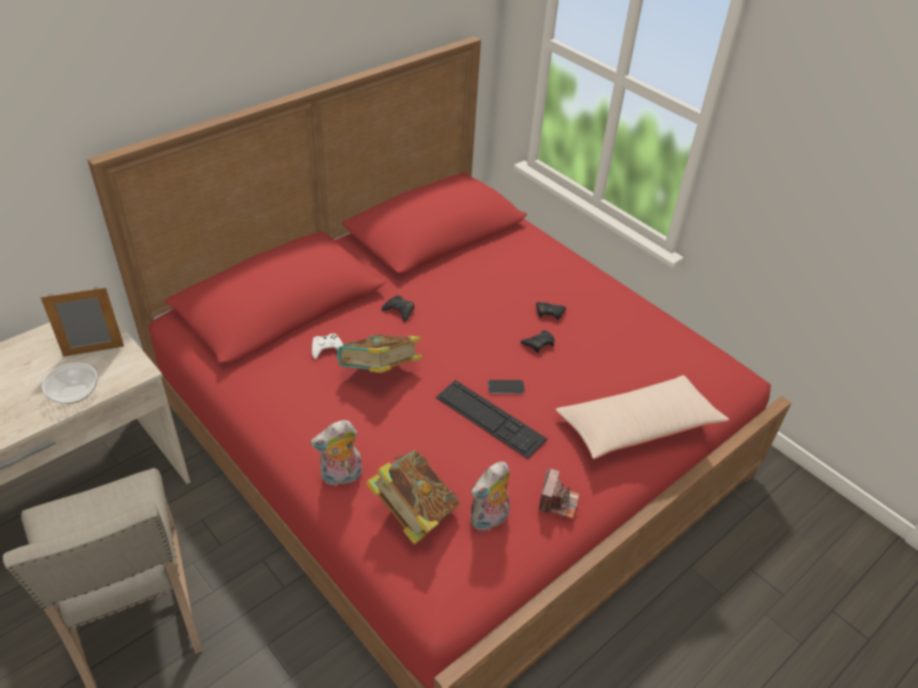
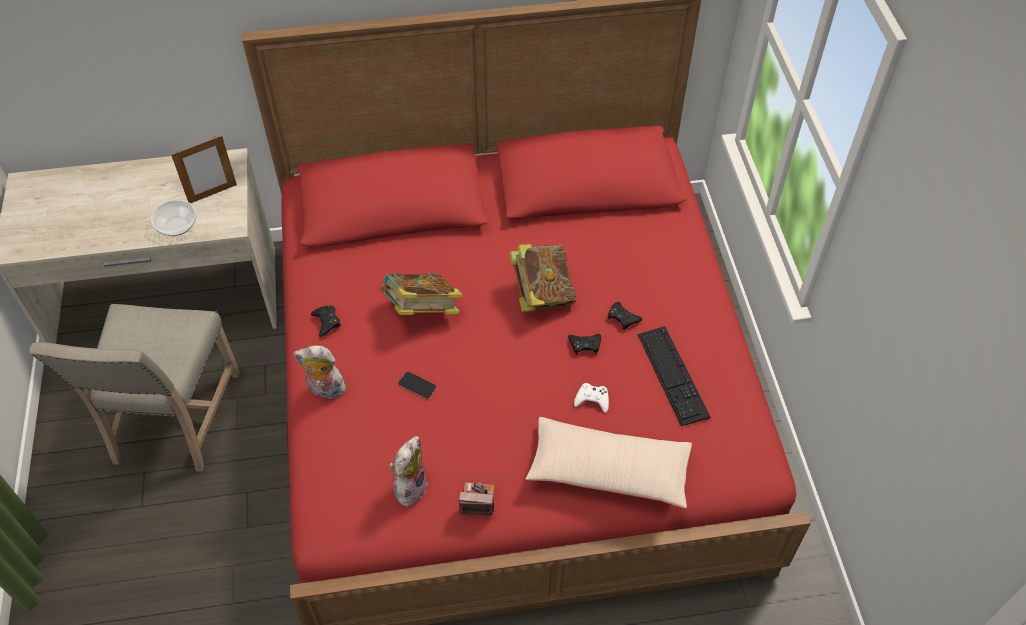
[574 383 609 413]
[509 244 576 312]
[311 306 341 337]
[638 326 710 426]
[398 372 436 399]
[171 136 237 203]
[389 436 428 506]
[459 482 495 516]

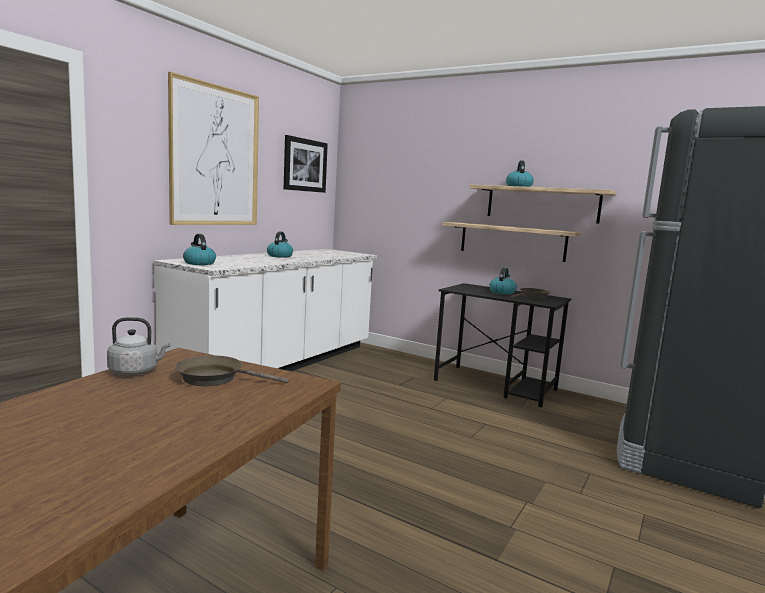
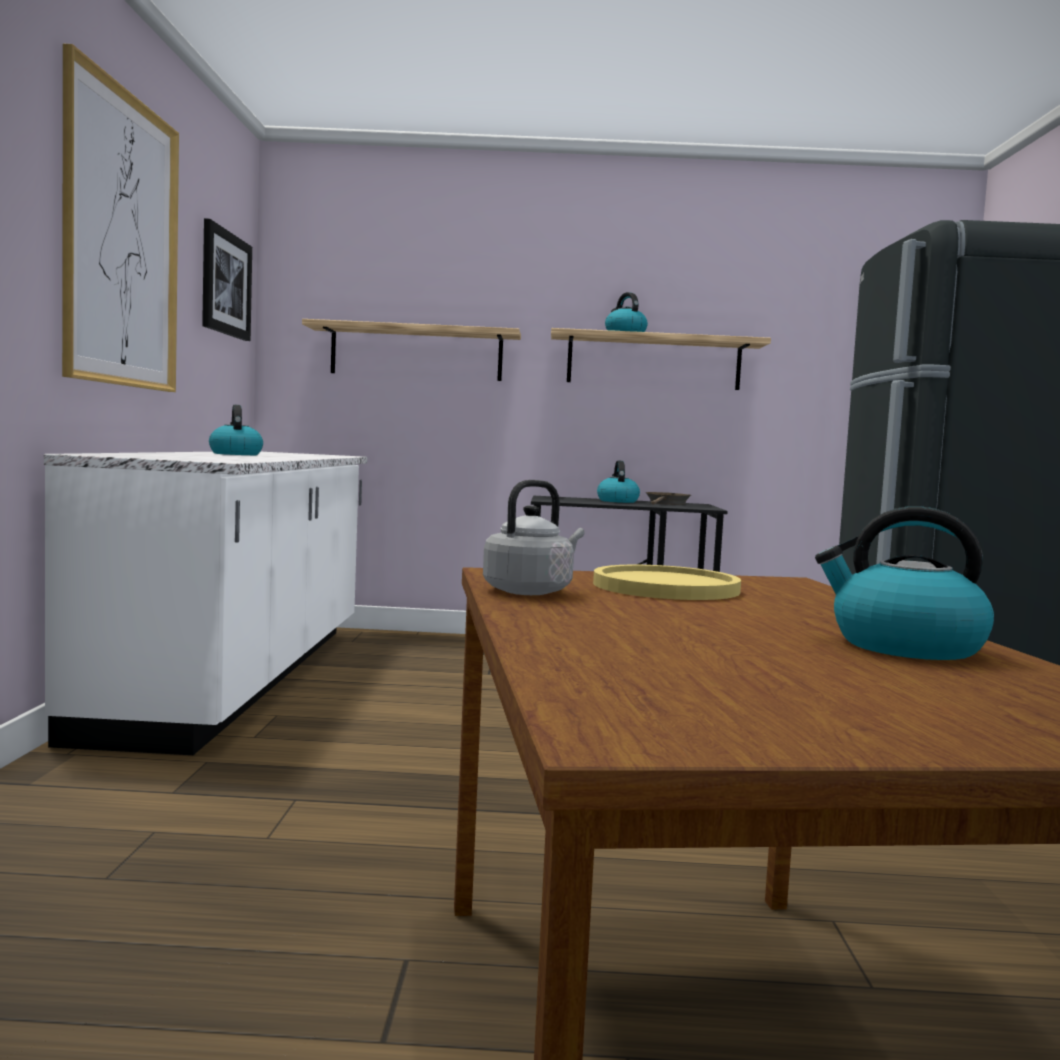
[815 506 994 660]
[302 319 521 381]
[593 565 741 600]

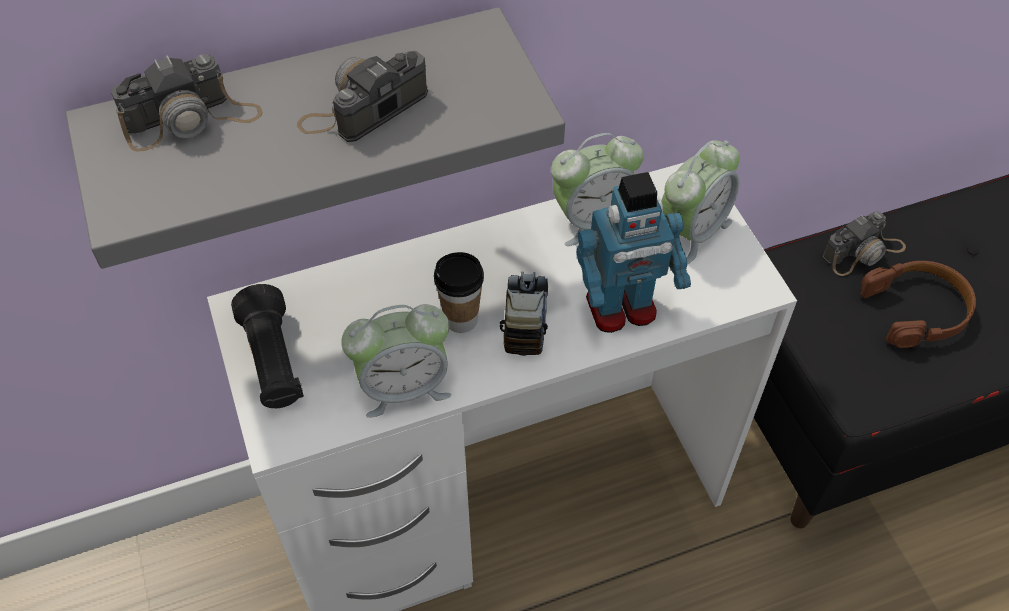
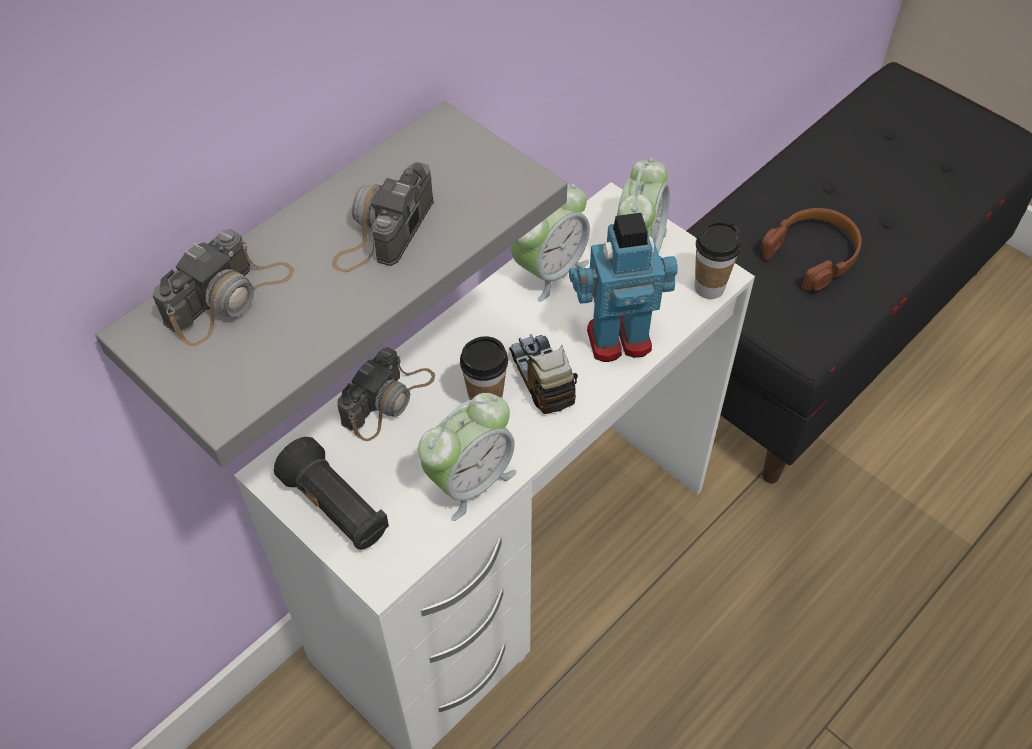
[695 221 741 299]
[337 347 435 441]
[569 213 678 362]

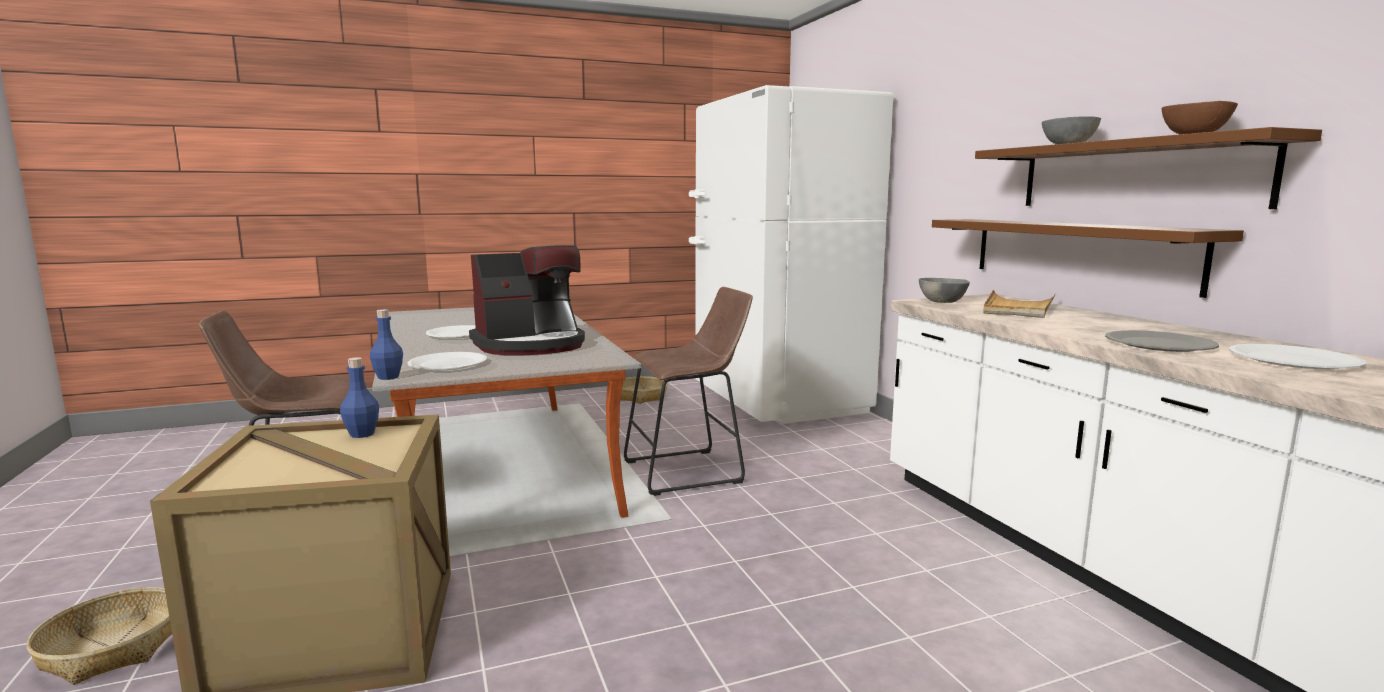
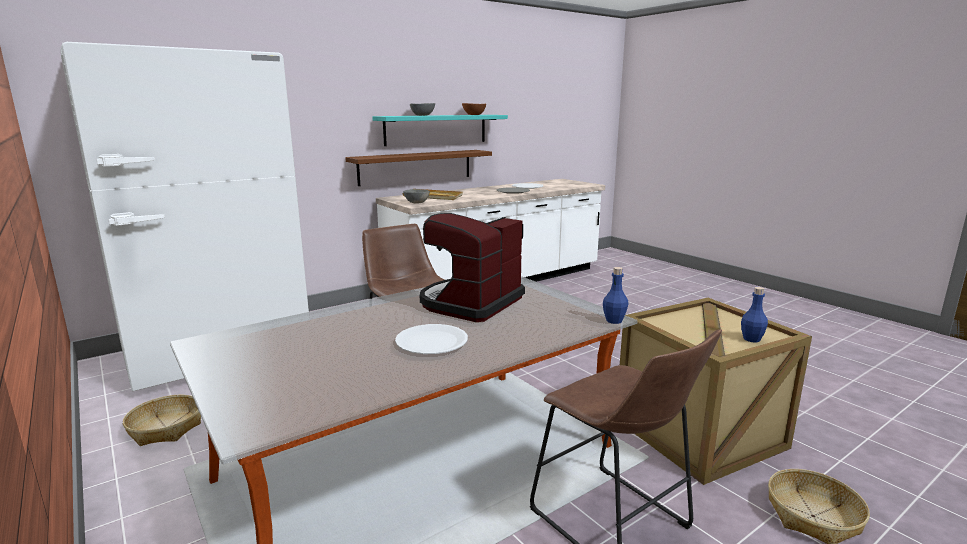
[407 352 487 370] (first image)
[741 287 768 343]
[372 115 508 146]
[420 213 525 322]

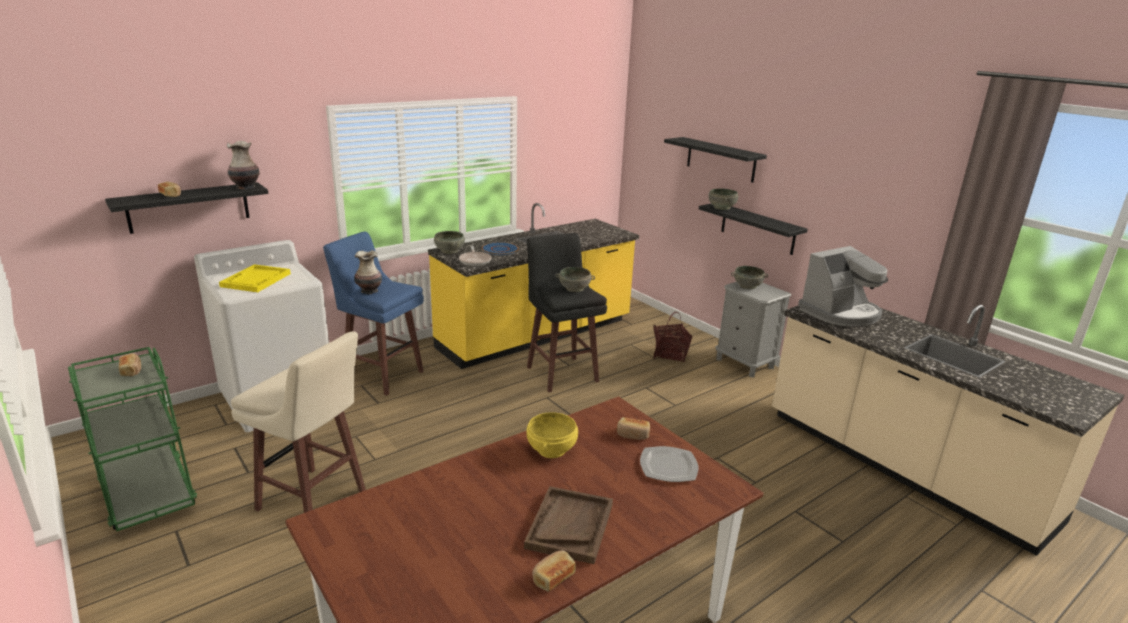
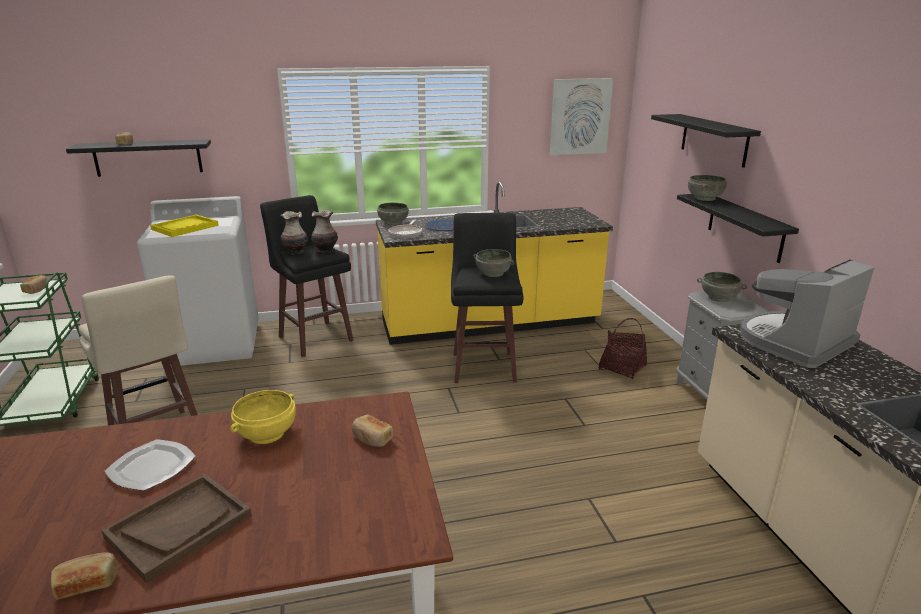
[550 78 613 155]
[311 209 338 253]
[105 439 196 491]
[260 195 354 357]
[740 259 875 368]

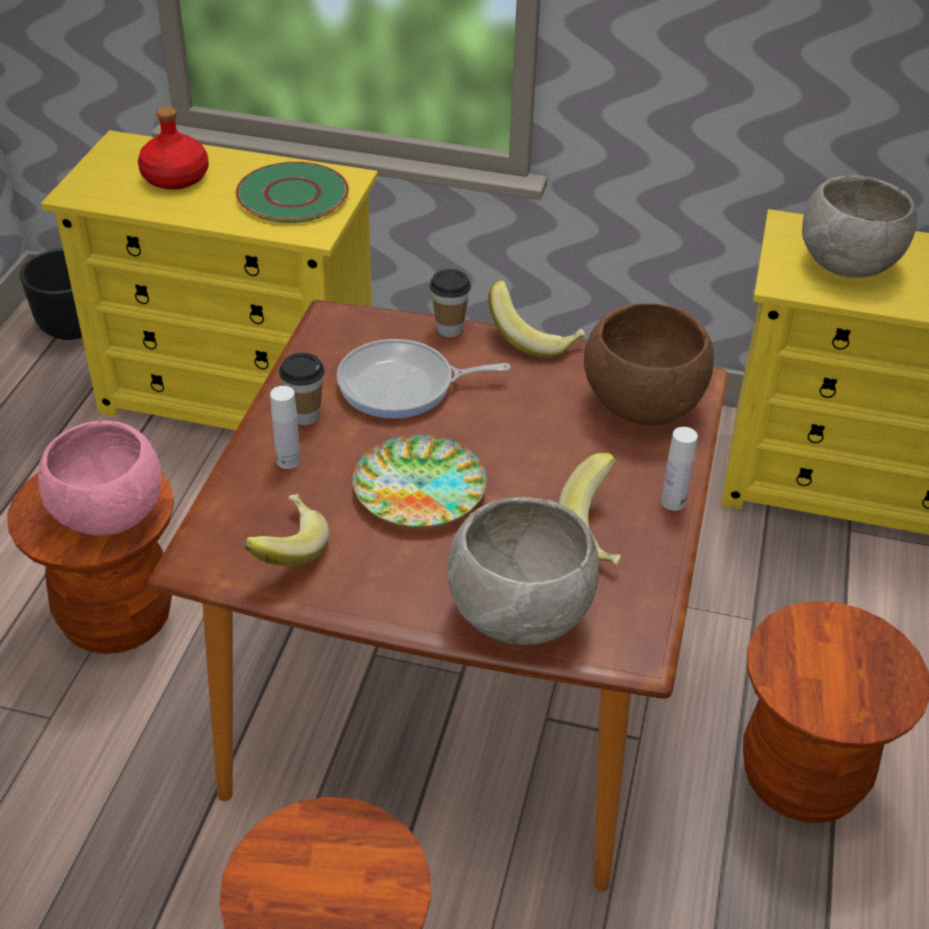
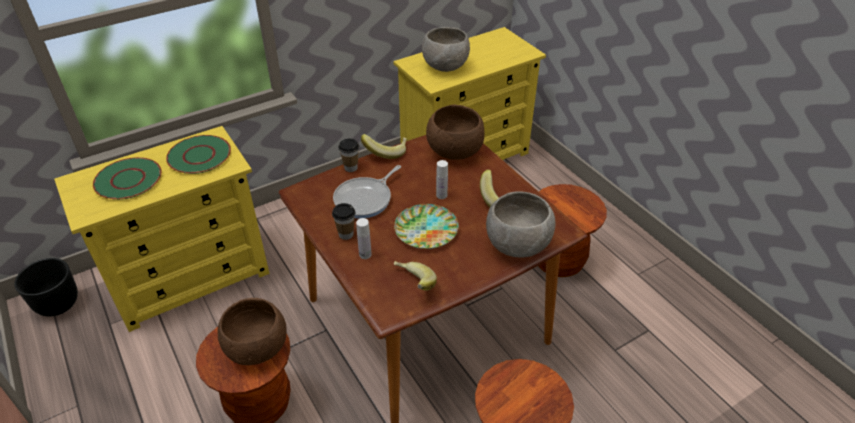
[436 160 448 199]
[93 157 162 200]
[218 298 287 365]

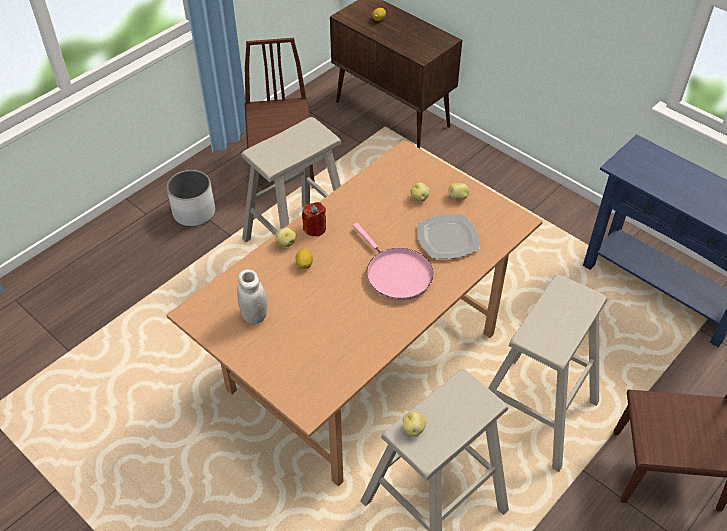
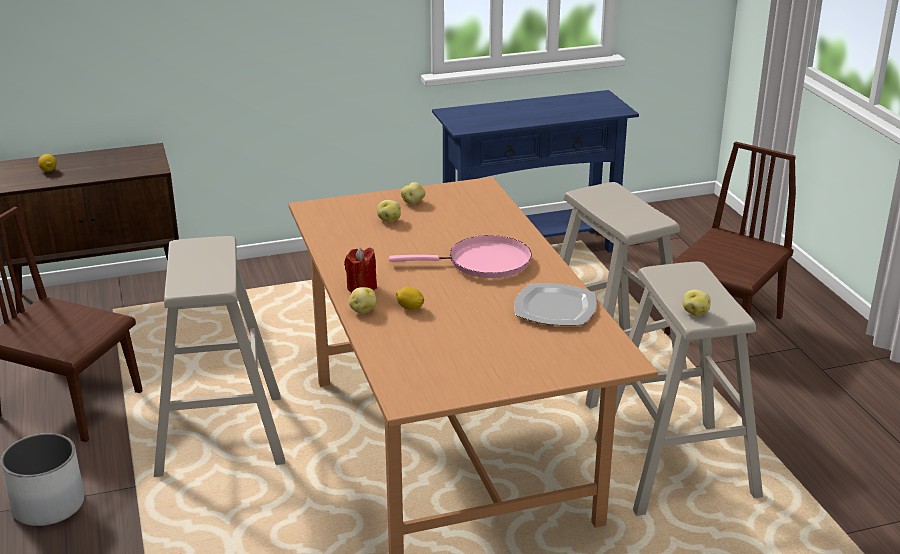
[237 269 267 324] (first image)
[514 283 597 326]

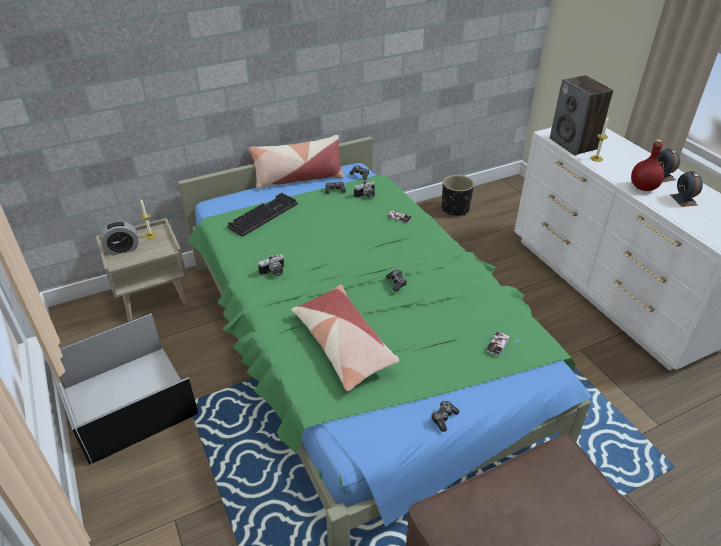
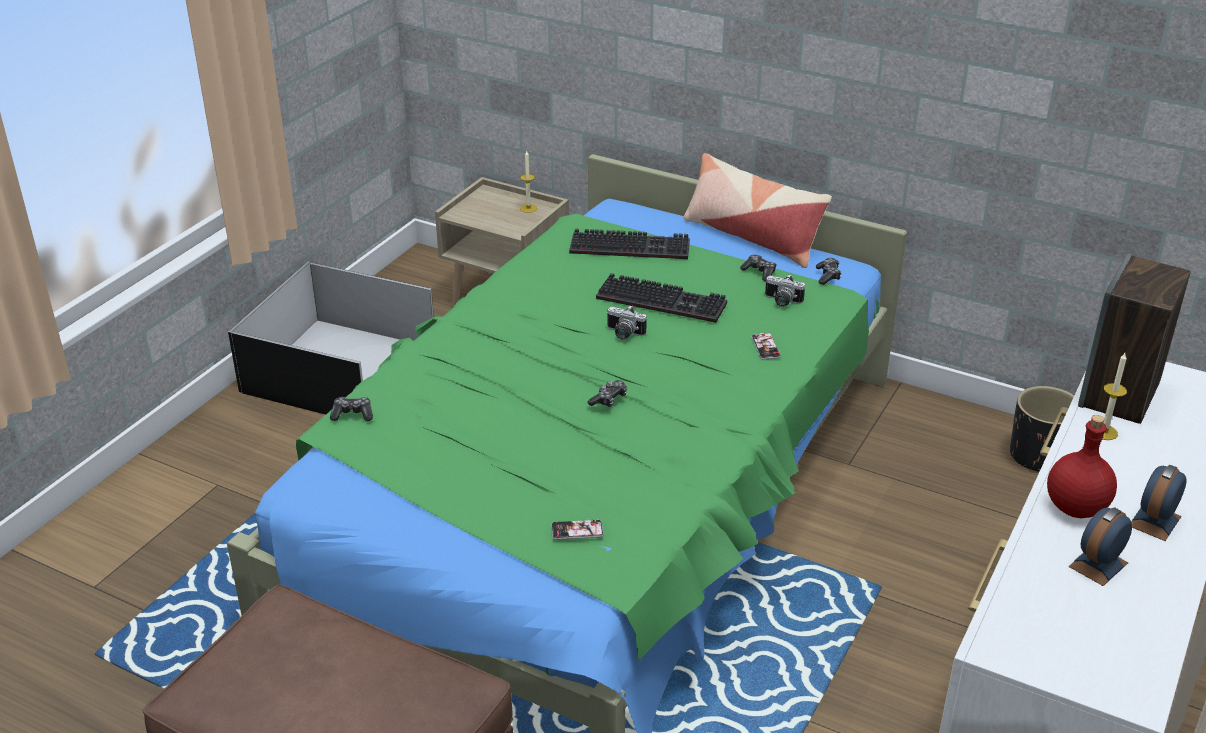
[101 221 139 255] (first image)
[291 285 399 391] (first image)
[596 273 727 323]
[607 306 647 339]
[330 397 373 421]

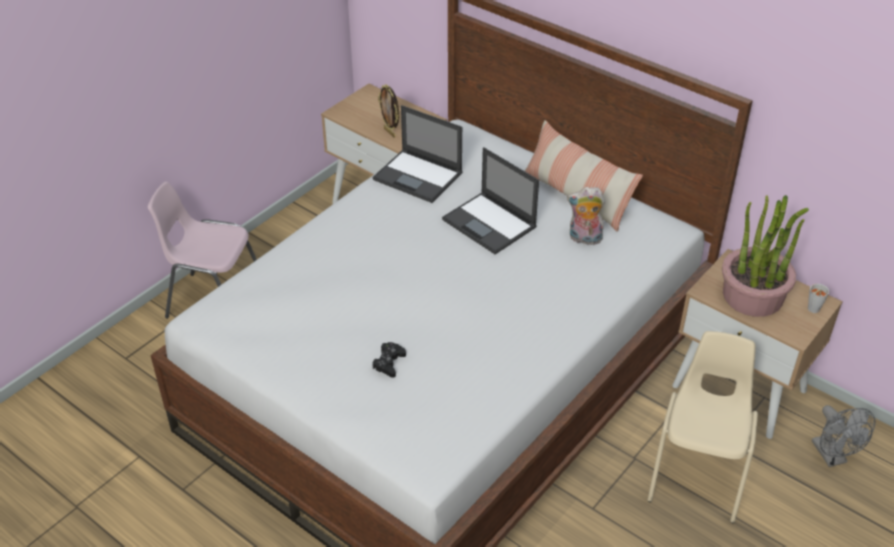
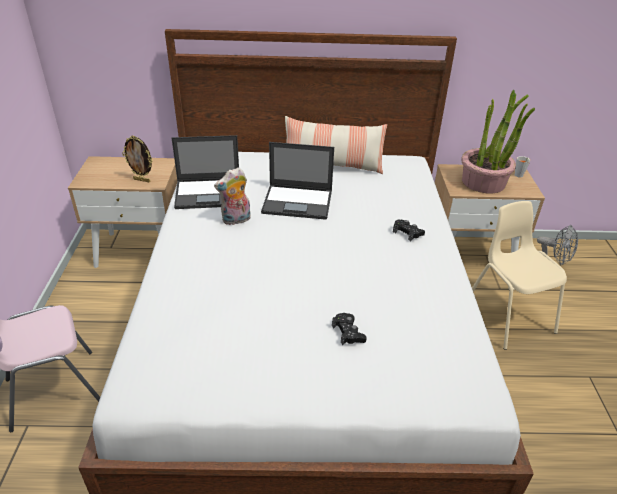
[393 219 425 241]
[214 167 251 225]

